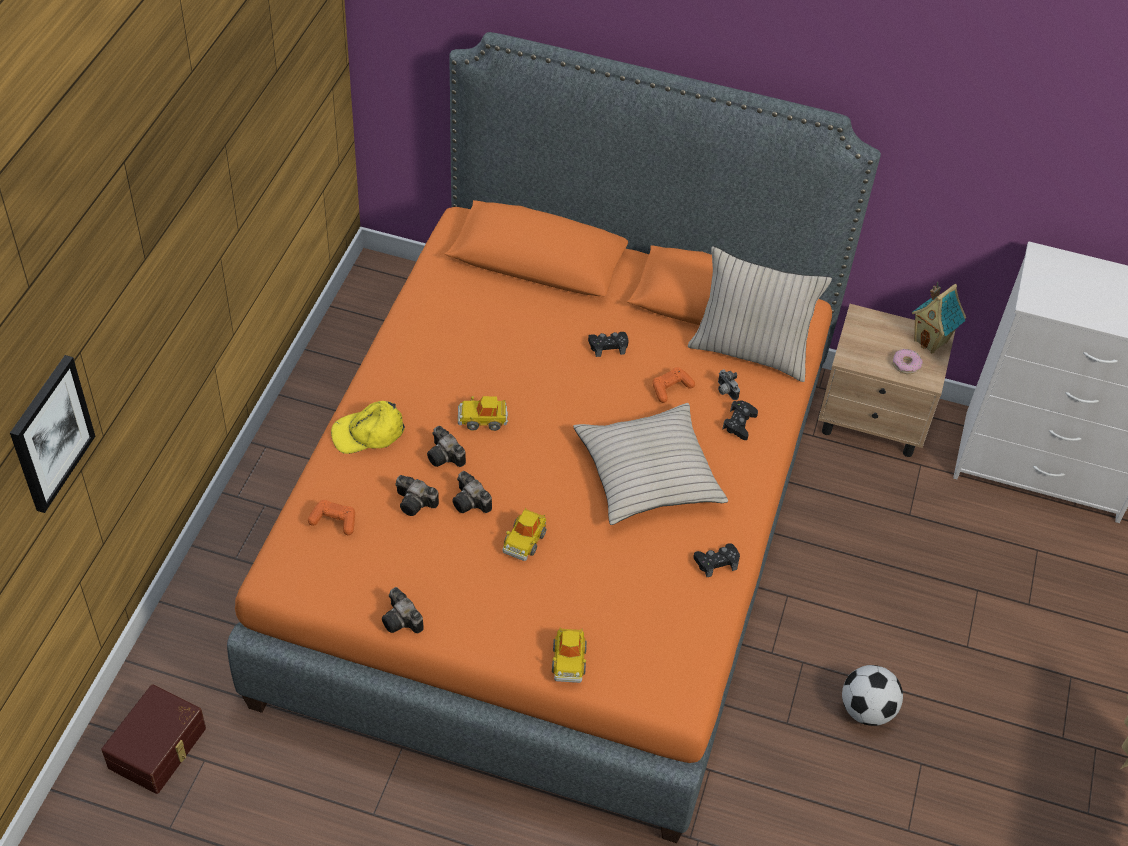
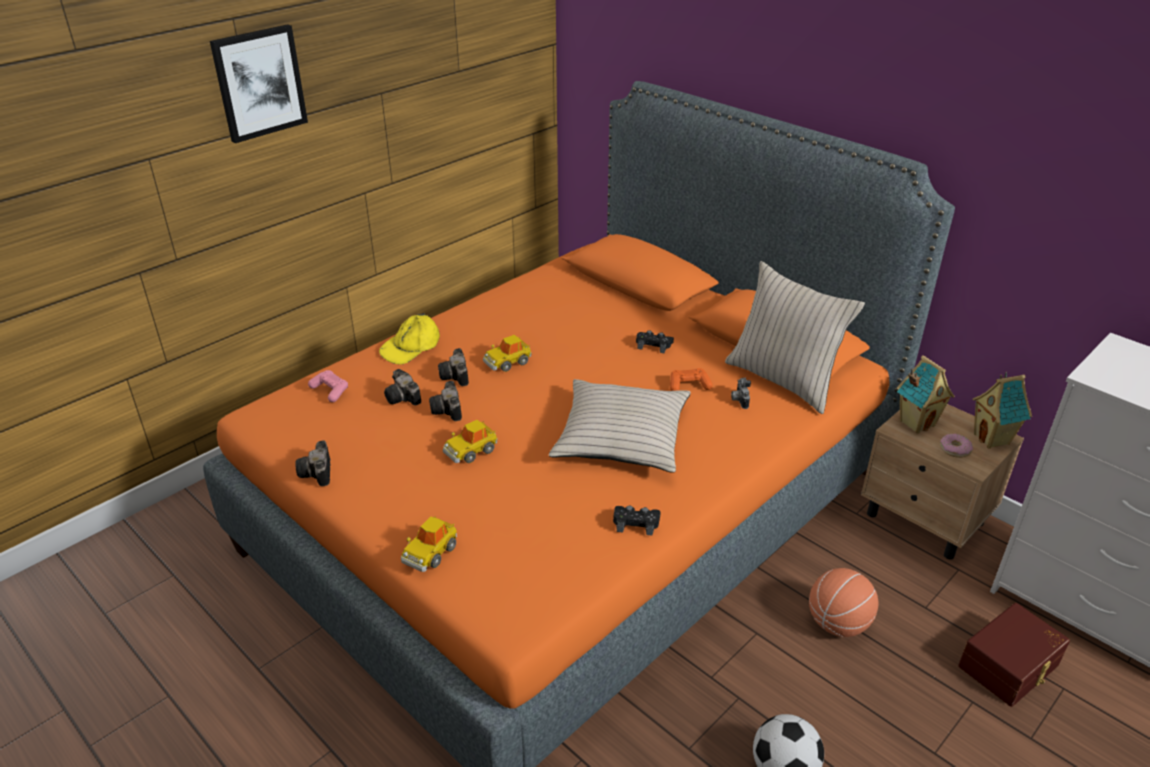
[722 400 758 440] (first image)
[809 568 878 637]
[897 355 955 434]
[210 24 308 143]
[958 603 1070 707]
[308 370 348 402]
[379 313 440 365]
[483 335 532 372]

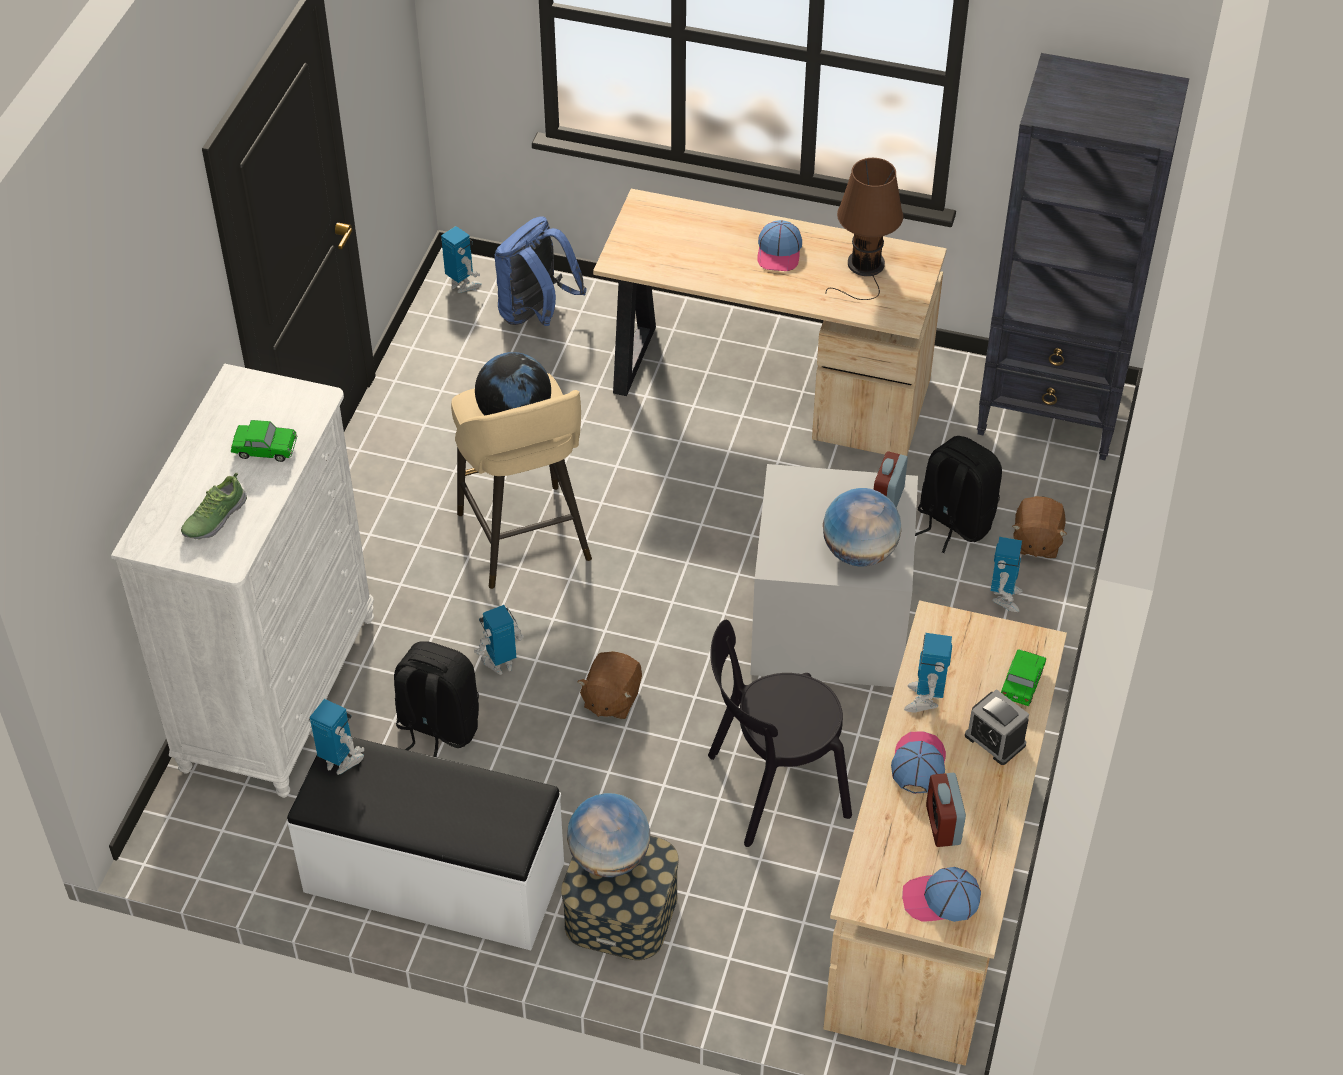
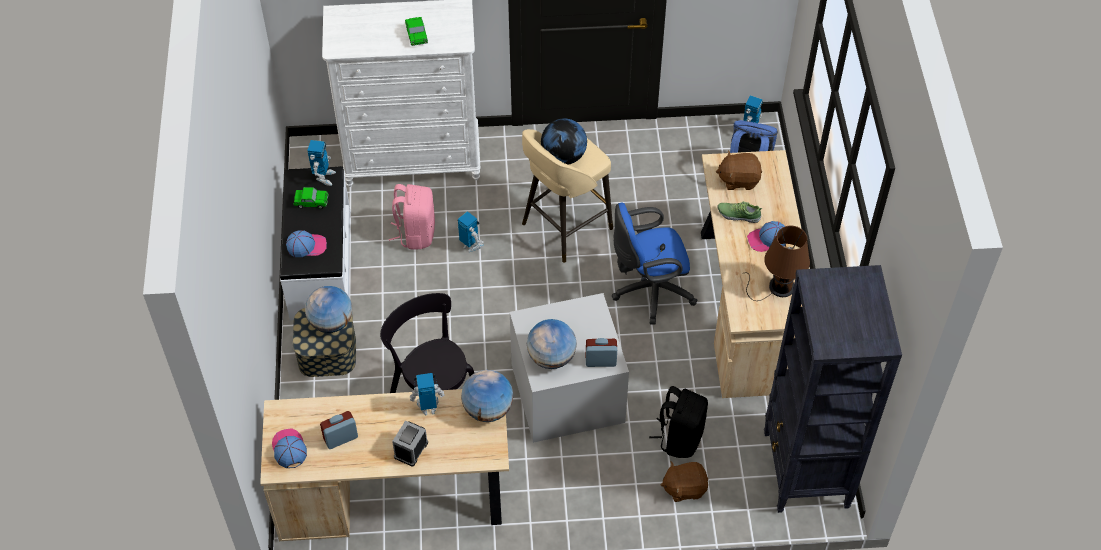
[991 537 1023 612] (first image)
[461 370 514 422]
[612 203 697 325]
[718 201 762 223]
[716 150 762 190]
[286 230 327 257]
[293 187 329 209]
[389 184 435 250]

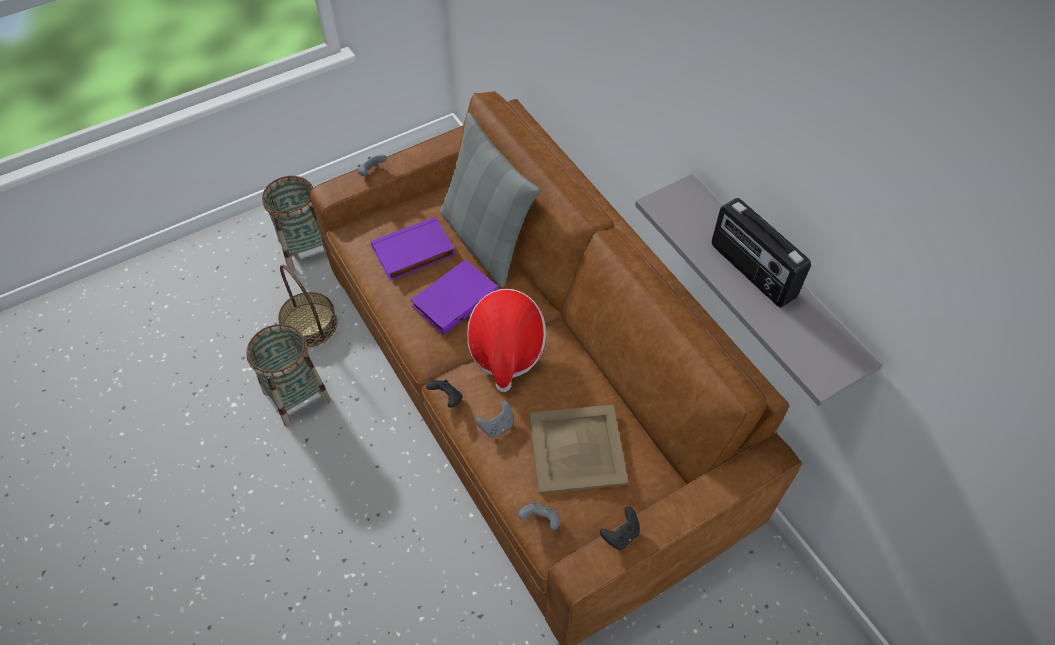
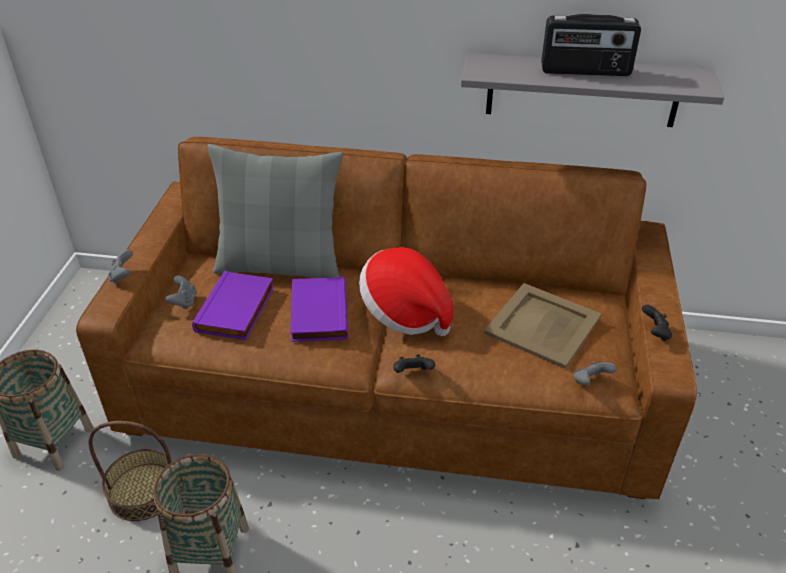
[166 276 197 309]

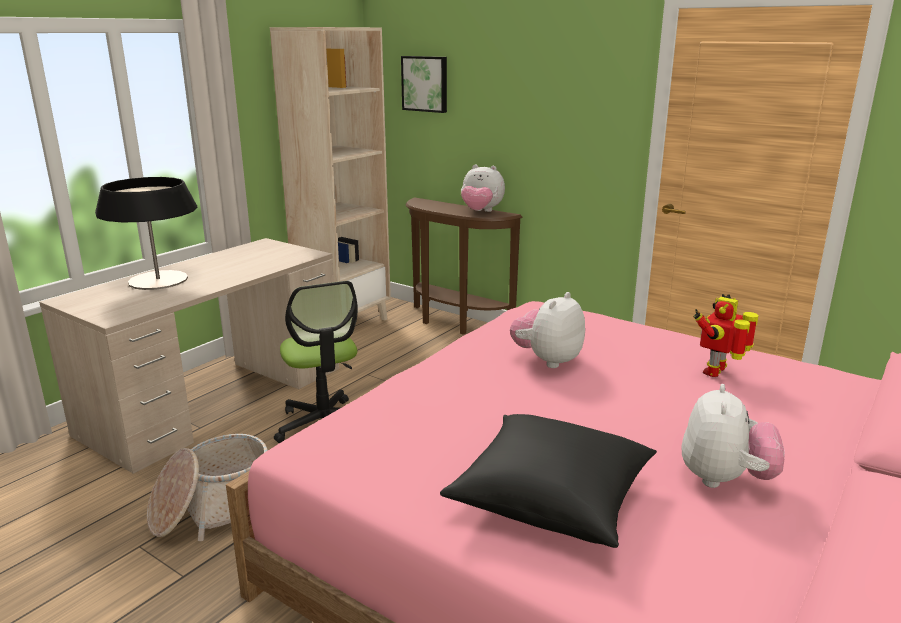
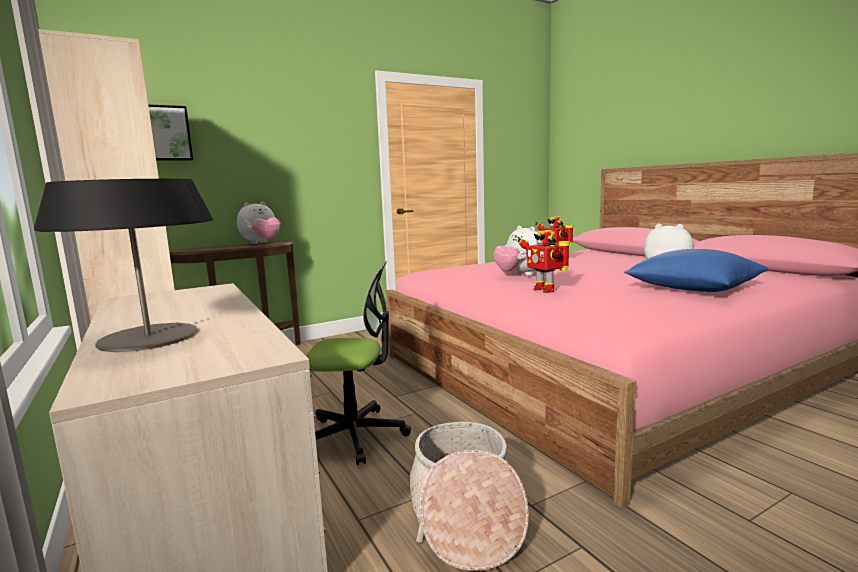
[517 230 570 293]
[624 249 768 292]

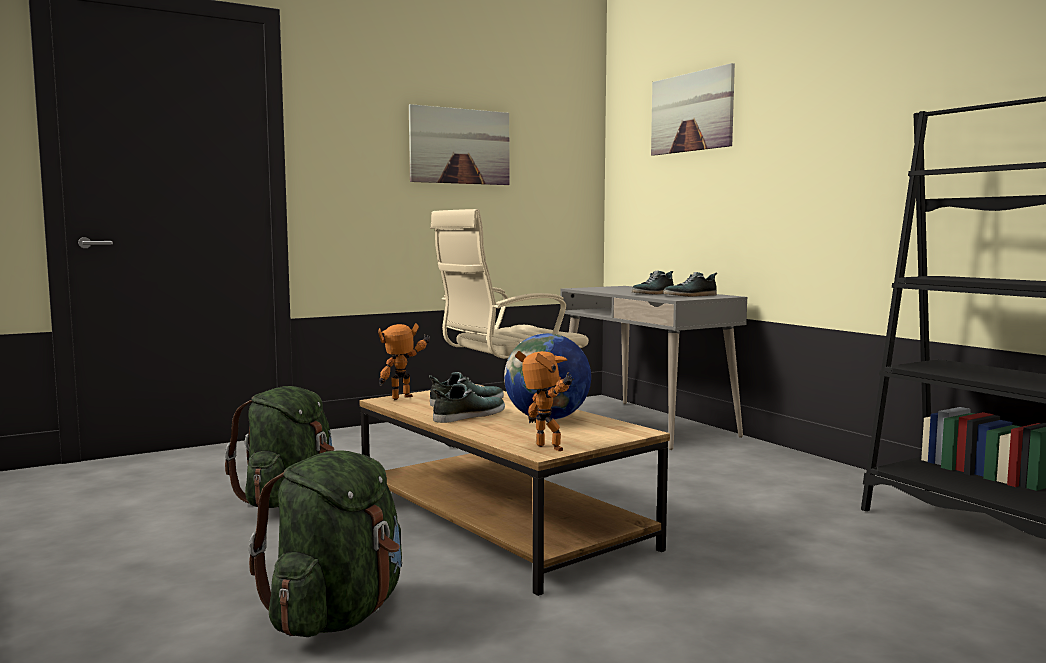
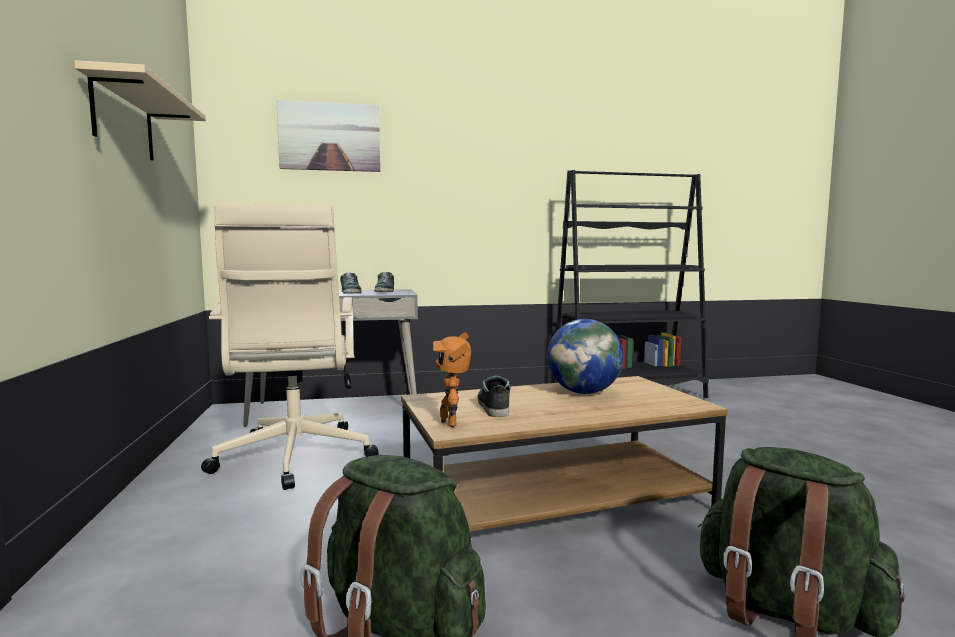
[433 383 505 423] (first image)
[515 351 574 451] (first image)
[74 60 206 161]

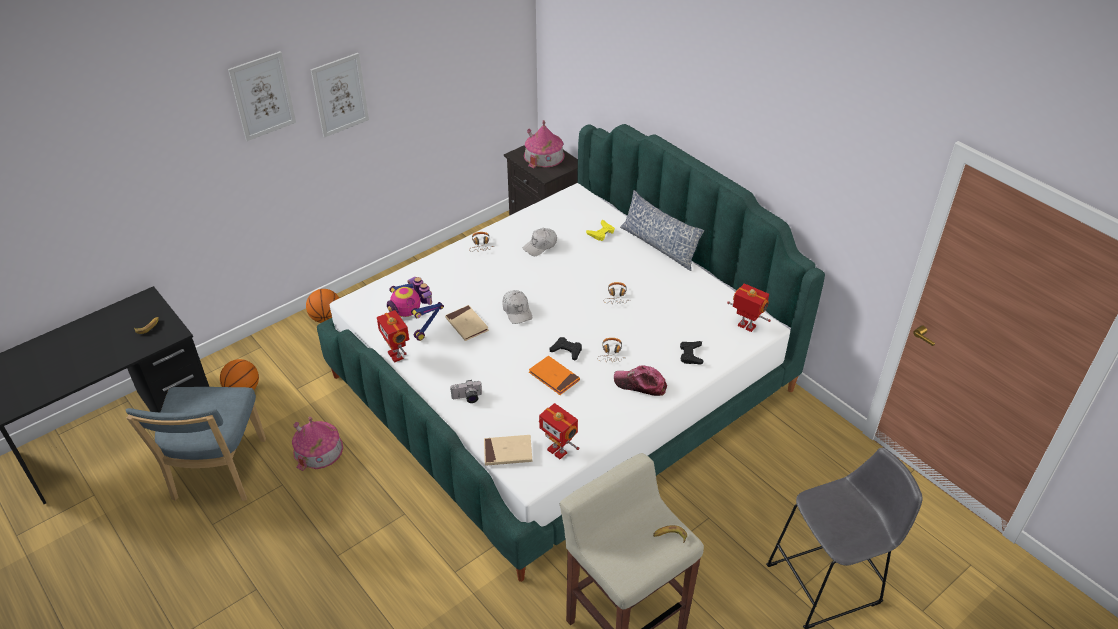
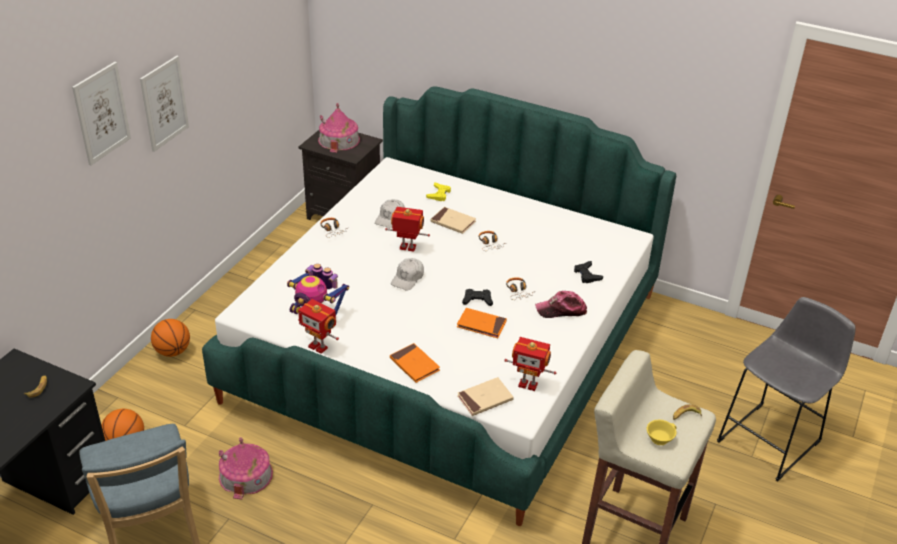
[620 190 704 271] (first image)
[647 420 677 445]
[430 207 476 234]
[385 207 430 252]
[390 343 440 383]
[391 258 424 290]

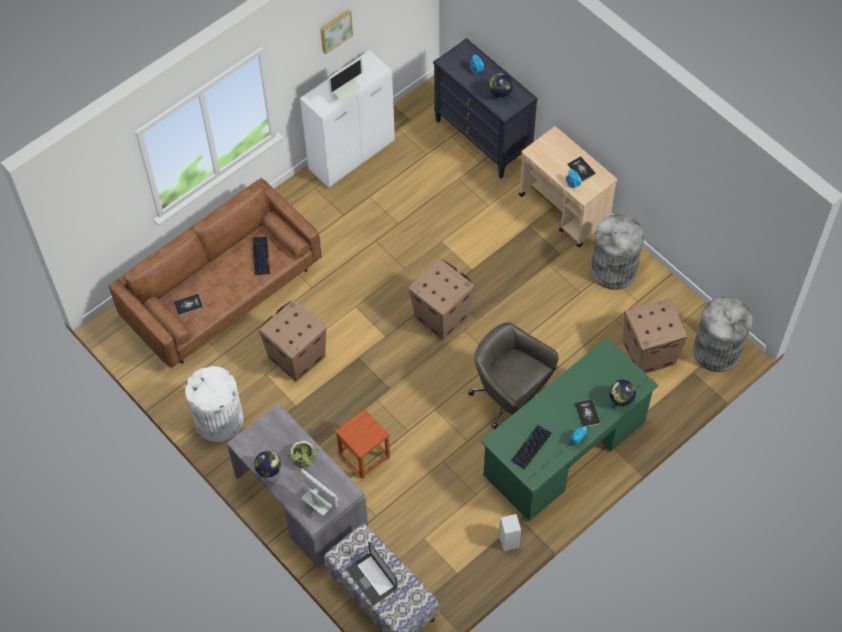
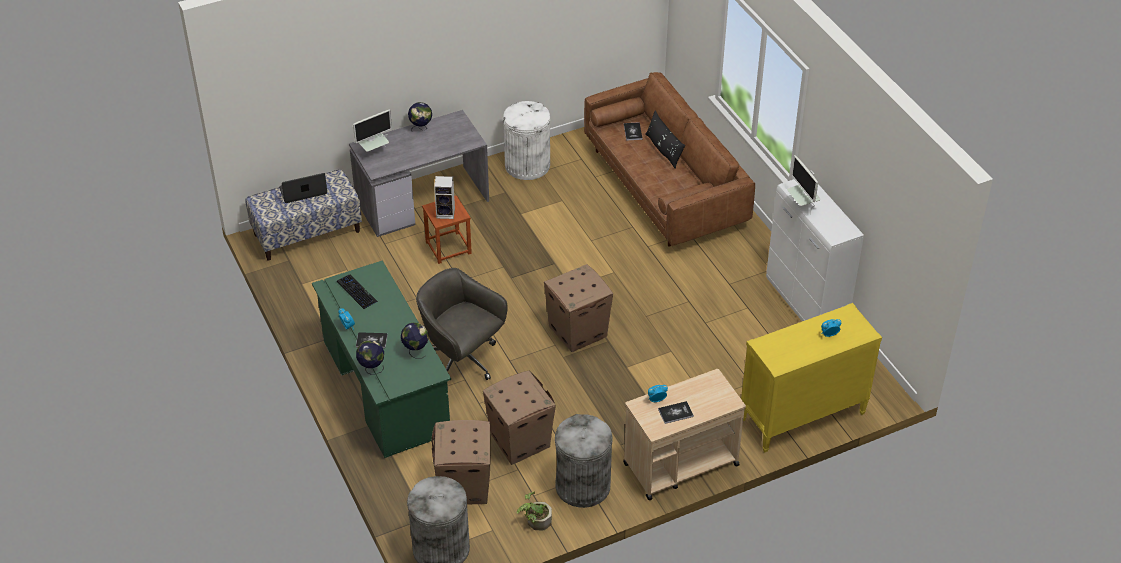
[252 237 270 275] (first image)
[320 9 353 54] (first image)
[645 110 685 169]
[483 370 556 465]
[517 491 552 530]
[401 323 429 359]
[434 176 455 219]
[741 303 882 452]
[416 268 508 380]

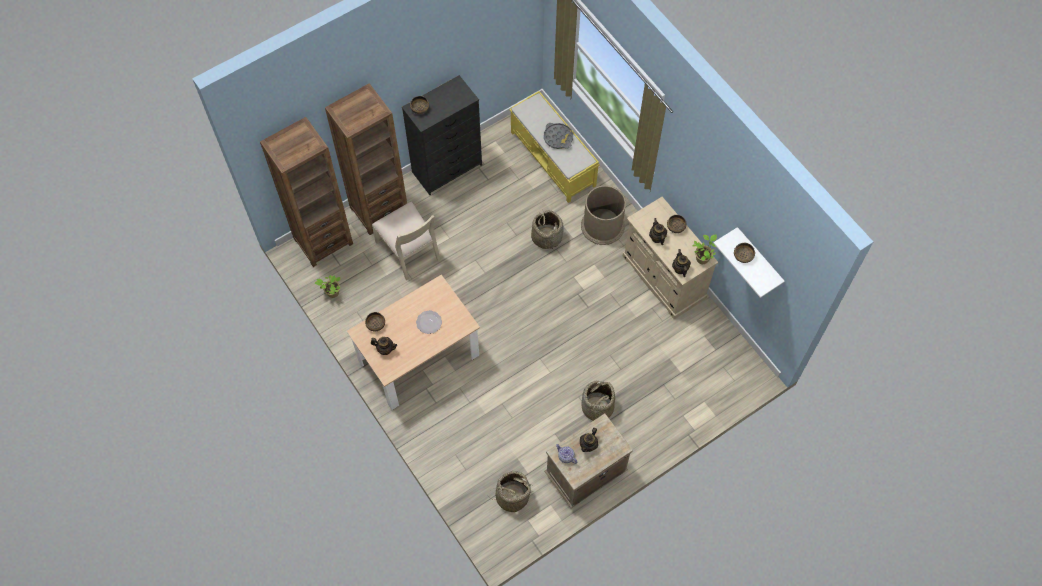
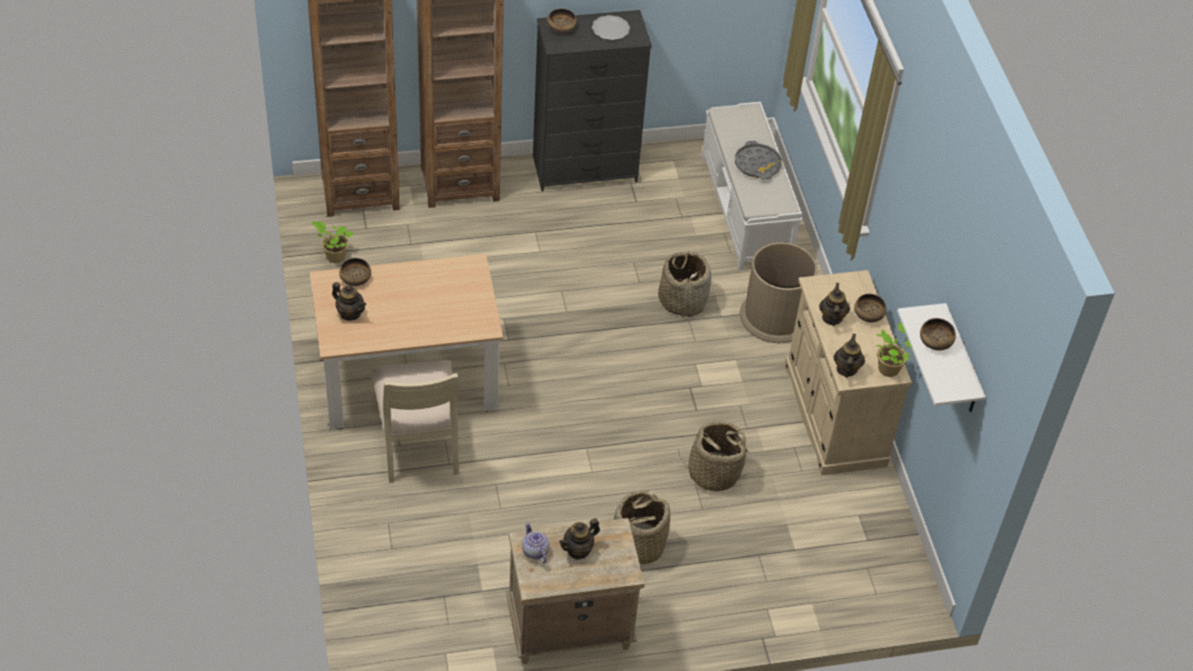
[371 360 459 483]
[592 15 630 40]
[678 421 749 492]
[702 102 803 270]

